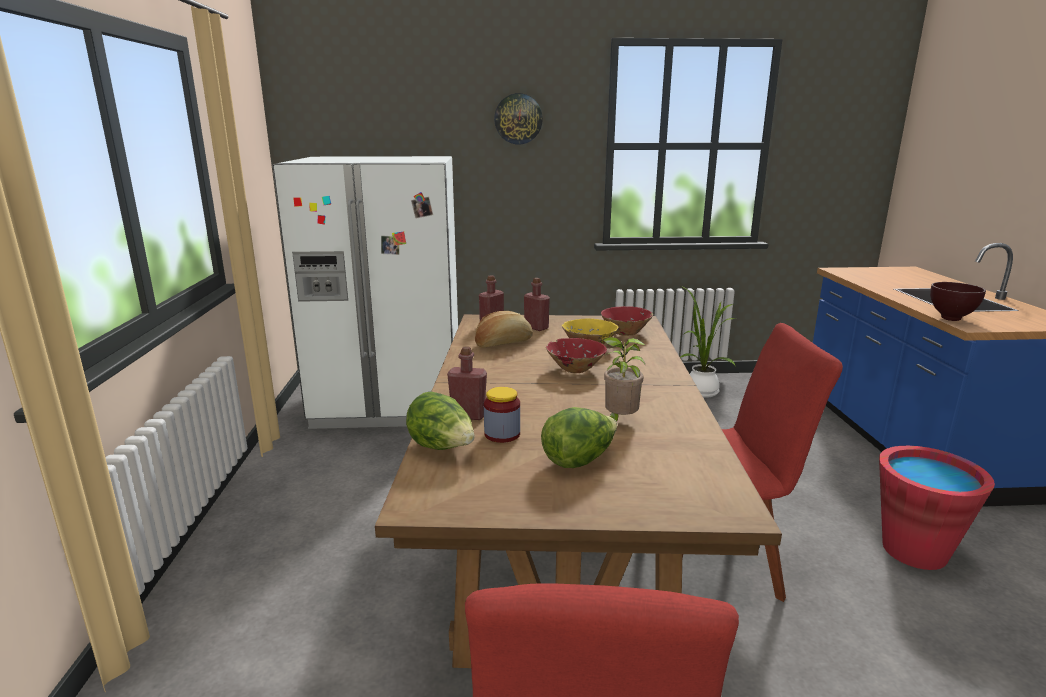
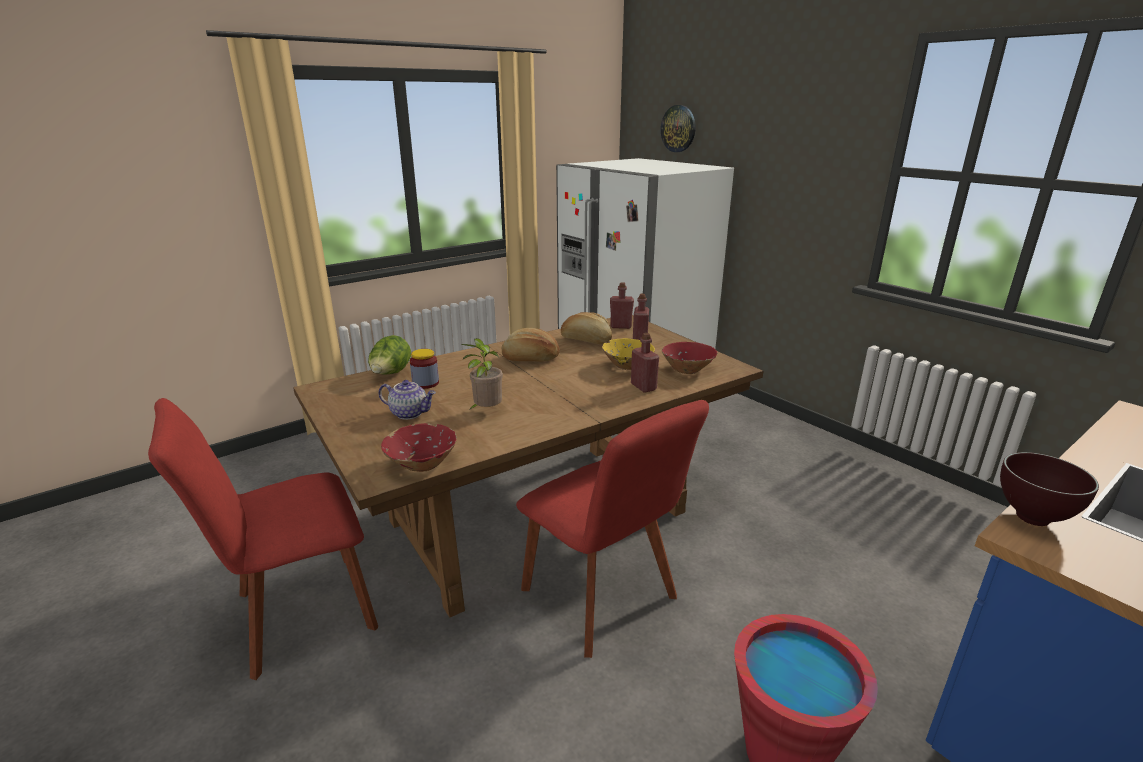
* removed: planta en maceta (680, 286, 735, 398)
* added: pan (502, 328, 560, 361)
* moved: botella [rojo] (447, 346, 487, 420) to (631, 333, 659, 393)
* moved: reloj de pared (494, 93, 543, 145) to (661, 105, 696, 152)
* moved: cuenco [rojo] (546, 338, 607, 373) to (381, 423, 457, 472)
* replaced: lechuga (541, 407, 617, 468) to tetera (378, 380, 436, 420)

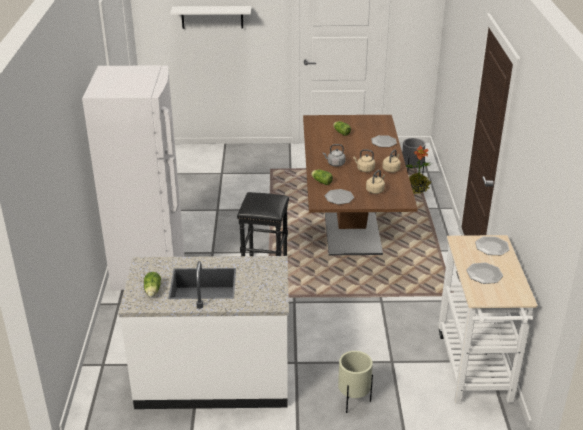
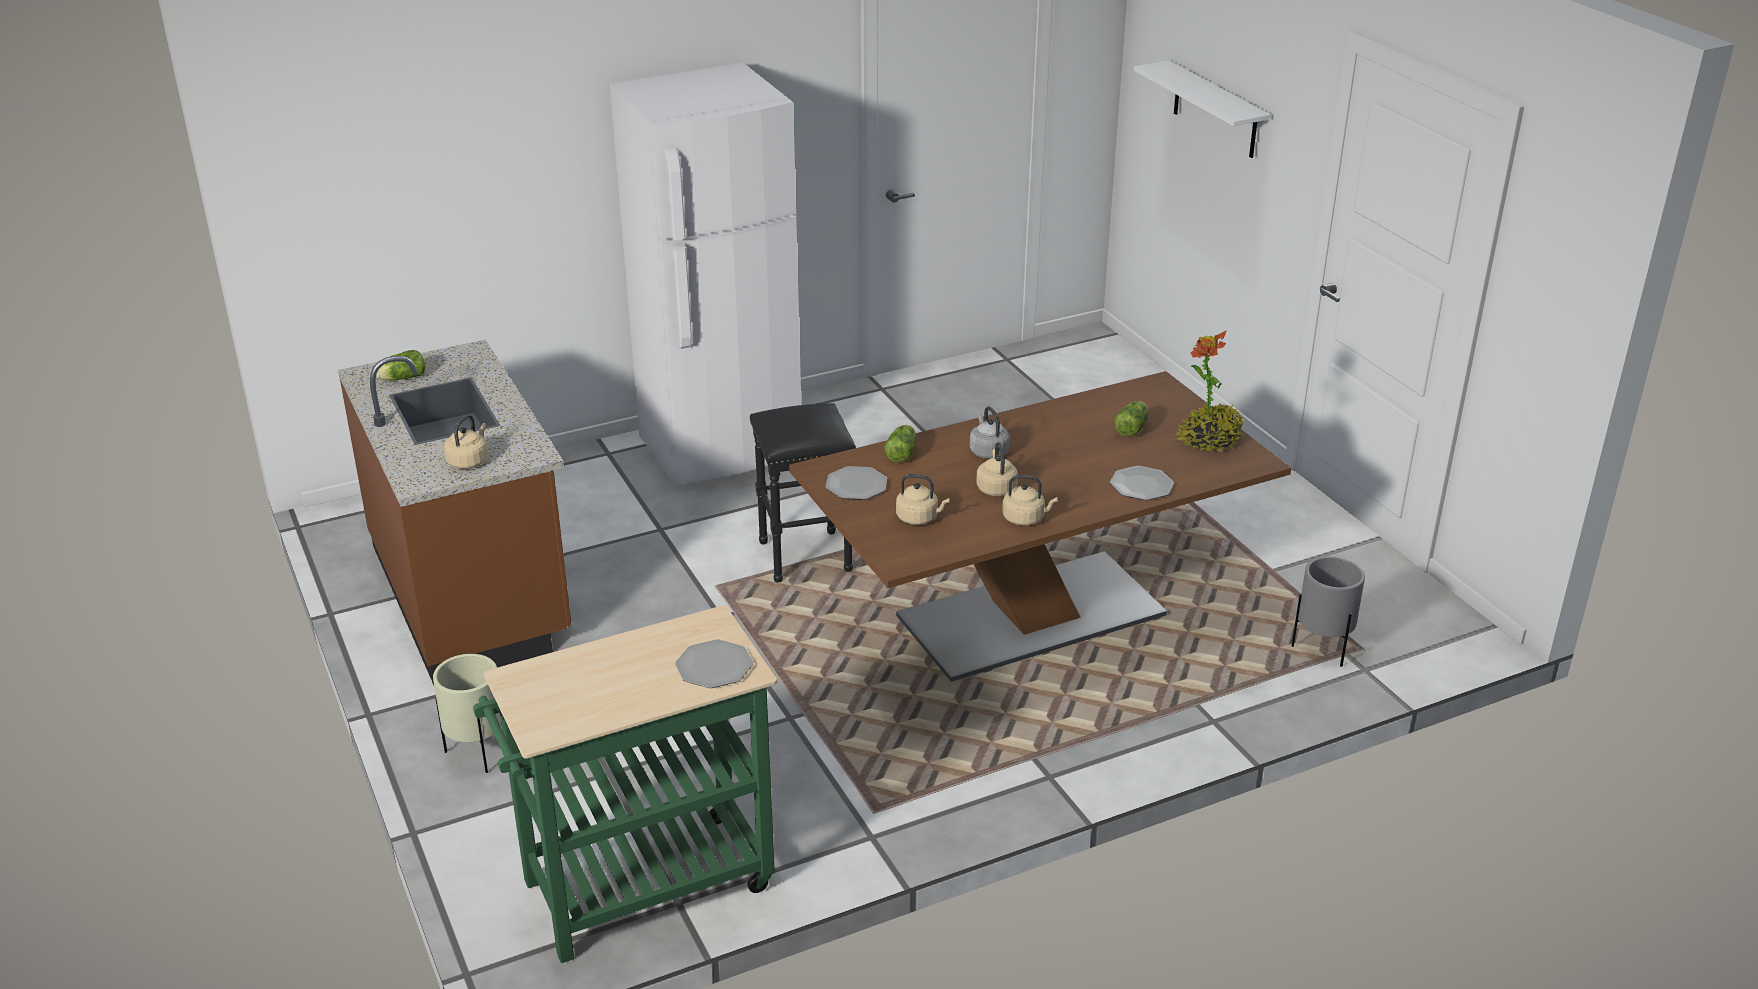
* removed: plato (466, 263, 503, 284)
* added: hervidor [beis] (444, 415, 488, 469)
* moved: planta en maceta (406, 146, 432, 194) to (1175, 330, 1244, 452)
* recoloured: mueble bajo de cocina [blanco] (118, 256, 289, 409) to mueble bajo de cocina [marrón] (338, 340, 572, 685)
* recoloured: carrito [blanco] (438, 235, 537, 404) to carrito [verde] (473, 605, 777, 963)

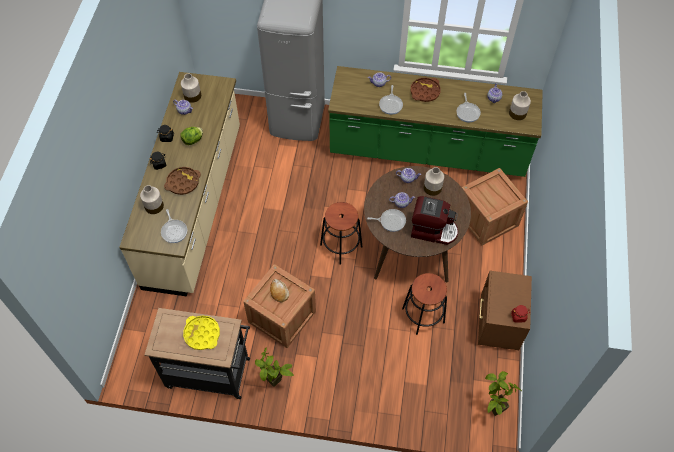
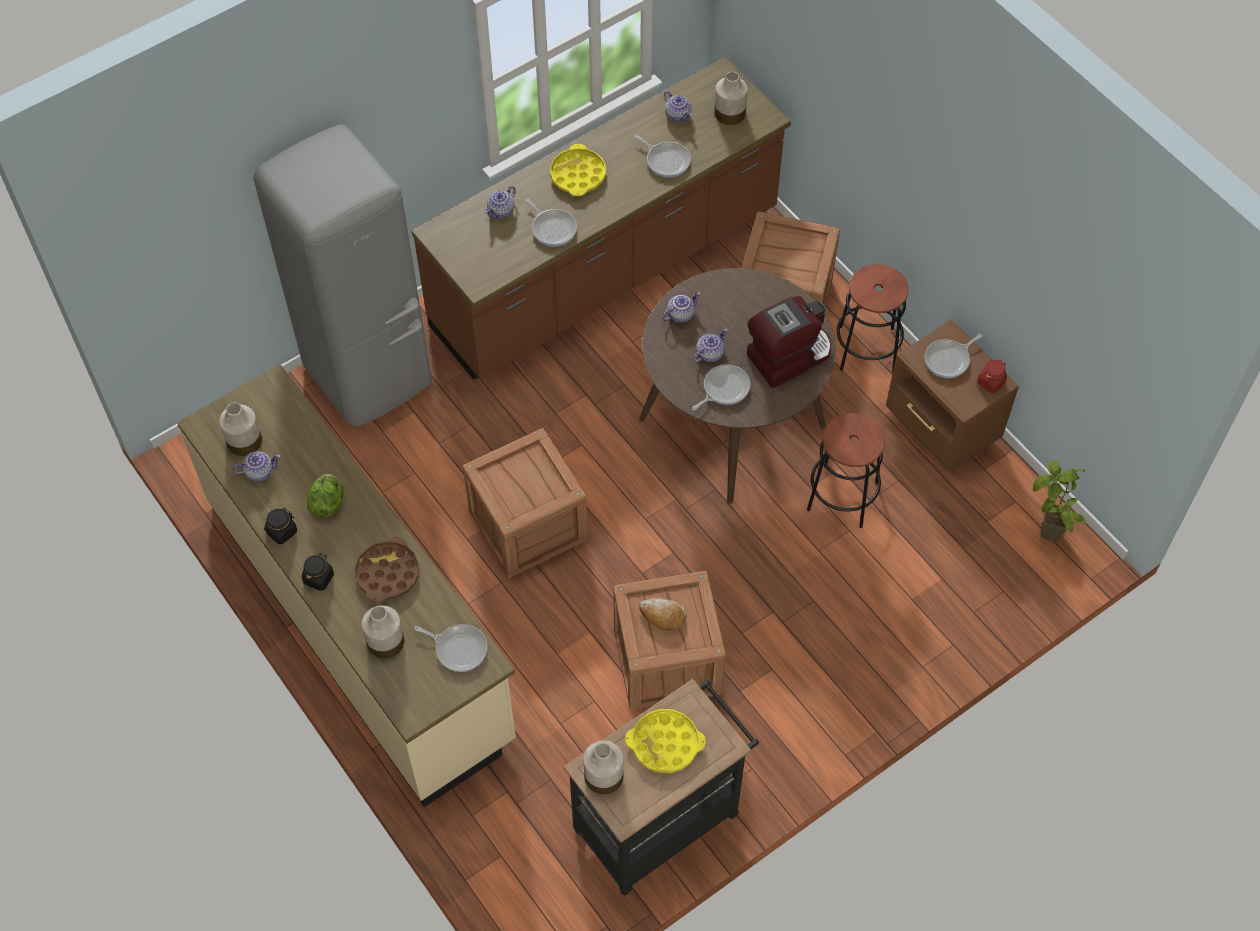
* removed: planta en maceta (255, 347, 294, 387)
* added: caja de embalaje (463, 428, 588, 578)
* added: sartén (925, 334, 983, 378)
* moved: taburete [negro] (320, 202, 362, 265) to (837, 264, 908, 372)
* moved: florero [beis] (424, 167, 444, 196) to (583, 740, 623, 794)
* recoloured: mueble bajo de cocina [verde] (328, 66, 543, 177) to mueble bajo de cocina [marrón] (412, 57, 791, 380)
* recoloured: bandeja [marrón] (411, 78, 441, 102) to bandeja [amarillo] (550, 144, 606, 196)

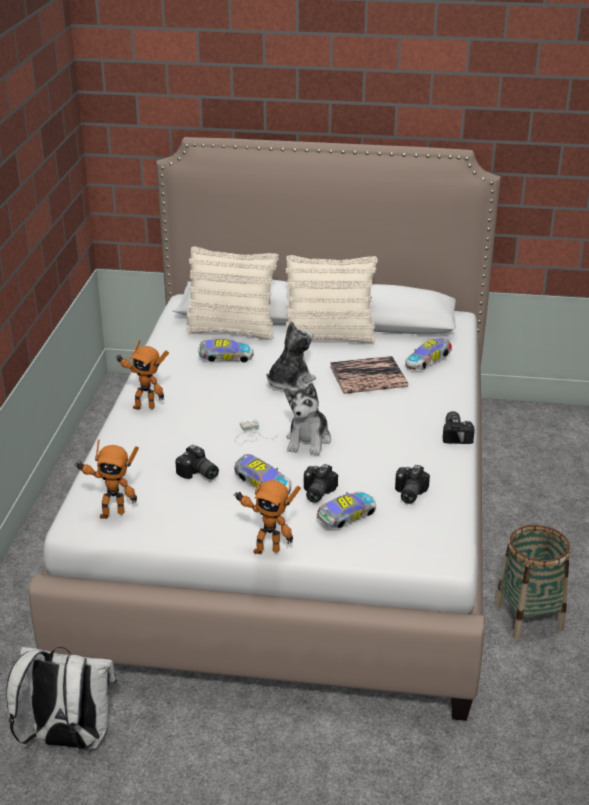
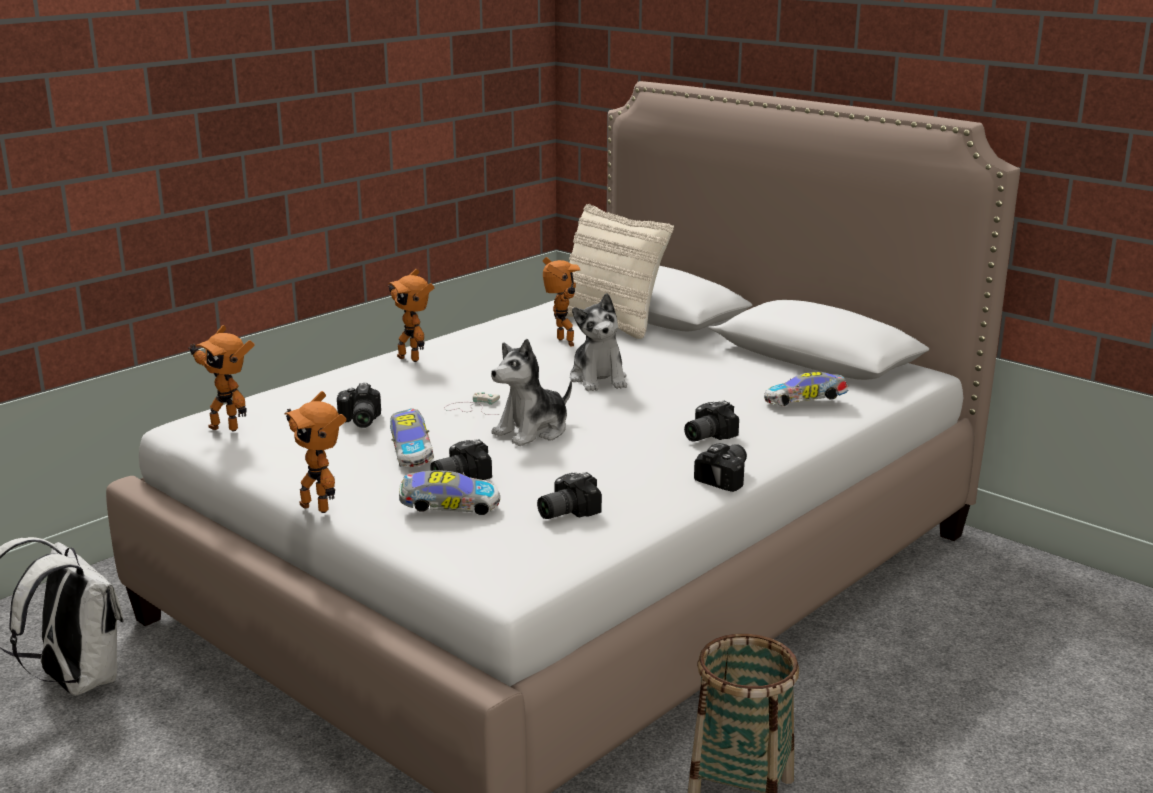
* removed: cojín [beis] (286, 255, 378, 344)
* removed: libro (330, 356, 408, 394)
* added: cámara (684, 401, 739, 442)
* replaced: coche de juguete (198, 339, 254, 363) to robot de juguete (543, 257, 580, 347)
* turned: peluche (267, 321, 316, 391) = (570, 293, 627, 391) 90 degrees clockwise

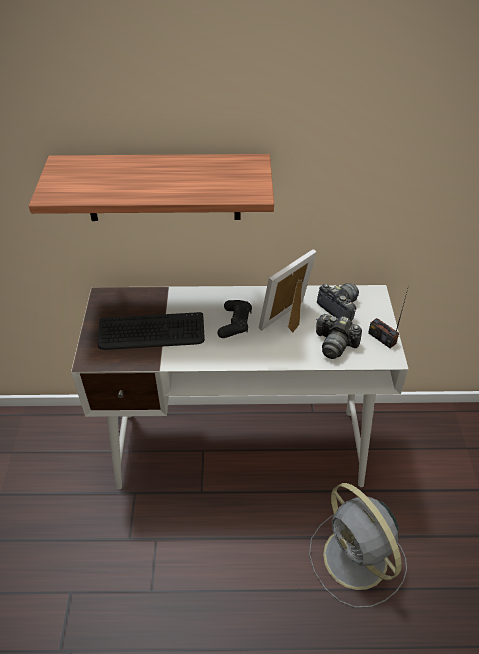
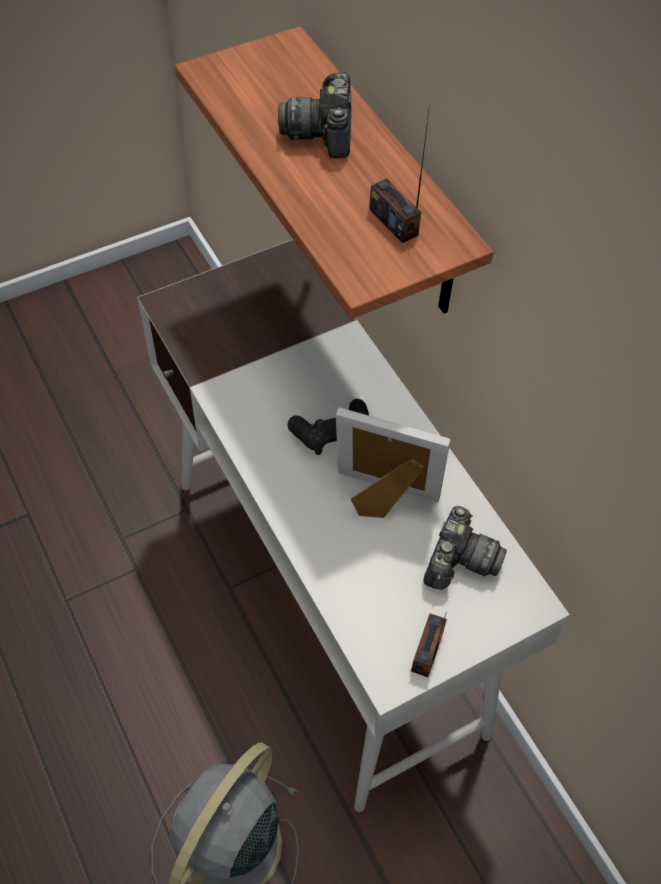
* removed: teclado (97, 312, 205, 350)
* added: radio (369, 104, 430, 243)
* moved: cámara (316, 314, 362, 359) to (278, 72, 351, 158)

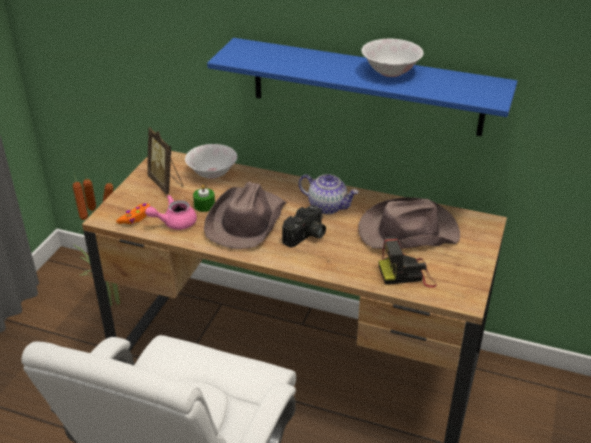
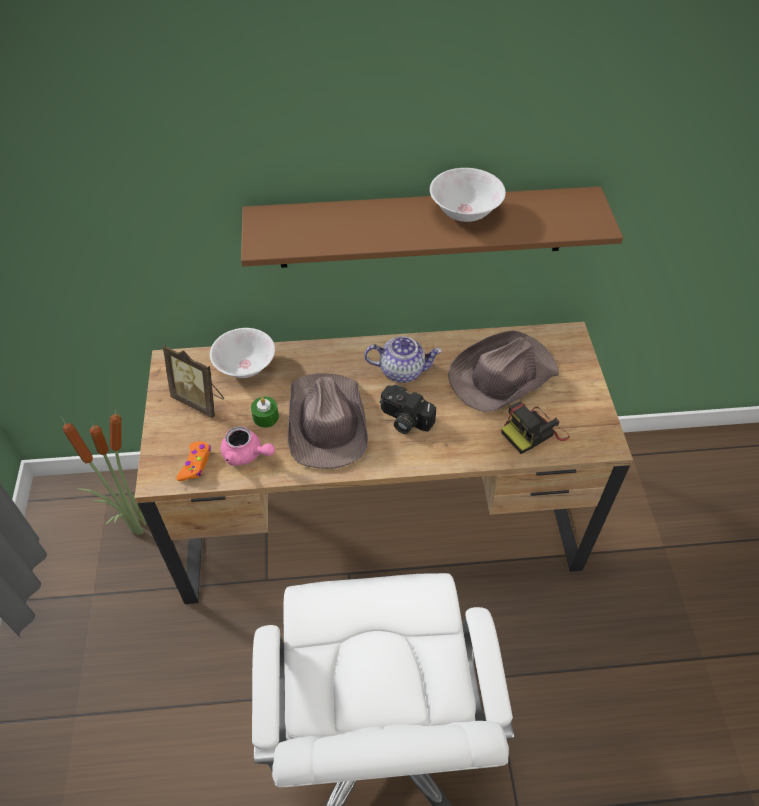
* recoloured: estante [azul] (207, 38, 517, 136) to estante [marrón] (241, 186, 623, 268)
* turned: tetera [rosa] (145, 195, 197, 230) = (221, 426, 275, 466) 105 degrees counterclockwise
* turned: cámara (282, 205, 326, 248) = (380, 385, 436, 434) 105 degrees clockwise

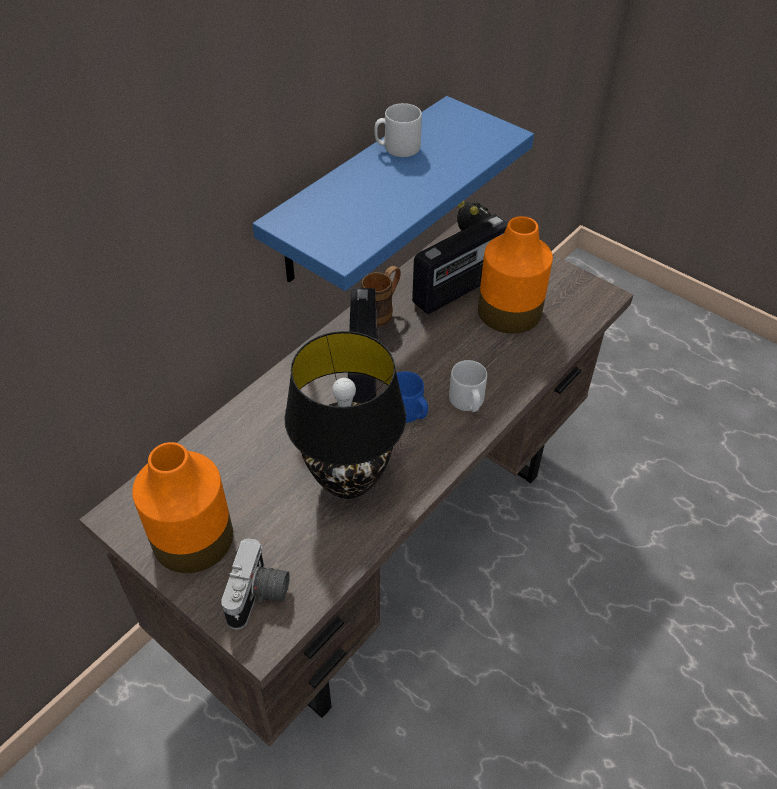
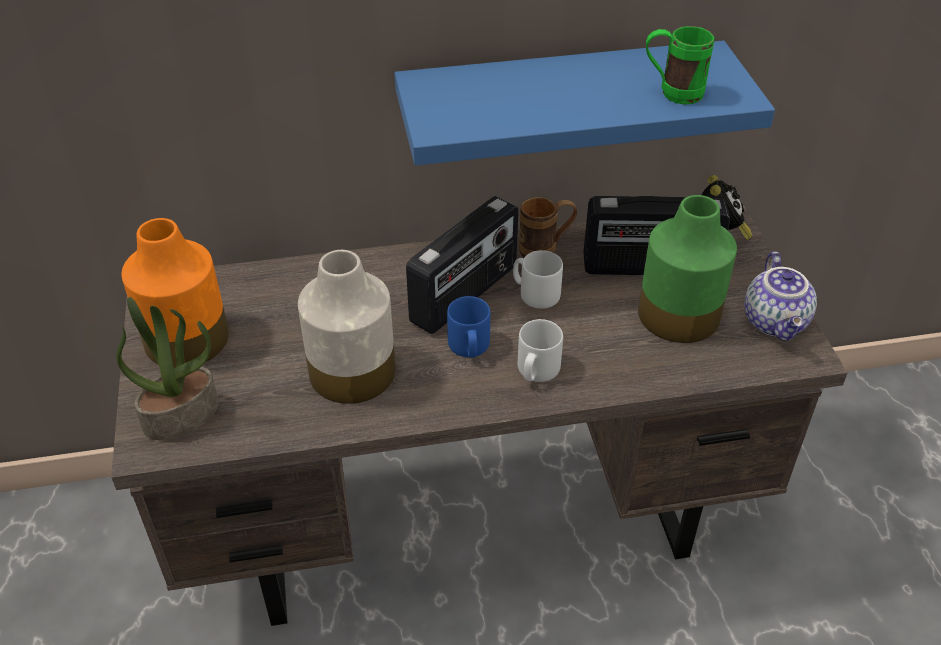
* added: taza grande [verde] (646, 26, 714, 105)
* added: tetera (744, 251, 817, 341)
* moved: taza grande [gris] (374, 103, 422, 157) to (513, 250, 563, 309)
* replaced: cámara (221, 538, 290, 630) to planta en maceta (117, 297, 219, 440)
* replaced: lámpara de mesa [negro] (284, 331, 406, 499) to florero [beis] (298, 250, 396, 404)
* recoloured: florero [naranja] (478, 216, 553, 334) to florero [verde] (638, 195, 737, 343)

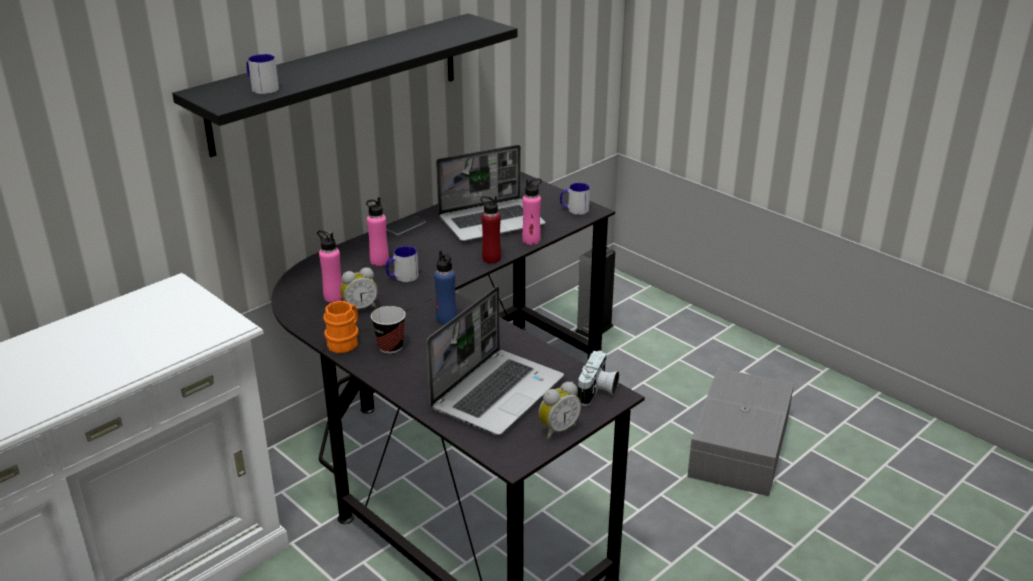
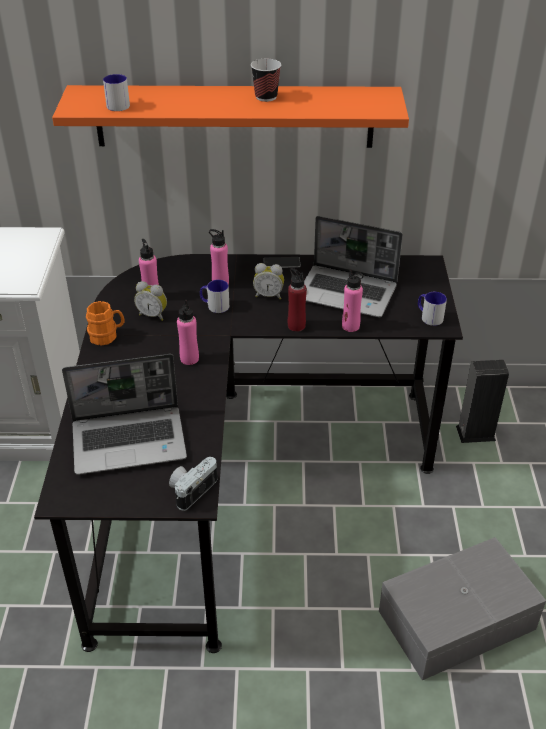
* moved: taza (371, 306, 406, 354) to (251, 59, 281, 102)
* moved: despertador (539, 382, 581, 439) to (253, 263, 284, 299)
* recoloured: estante [negro] (172, 13, 518, 157) to estante [naranja] (52, 85, 409, 148)
* recoloured: botella [azul] (434, 251, 457, 325) to botella [rosa] (177, 300, 199, 365)
* turned: cámara (578, 351, 619, 406) = (169, 457, 217, 511) 150 degrees clockwise

